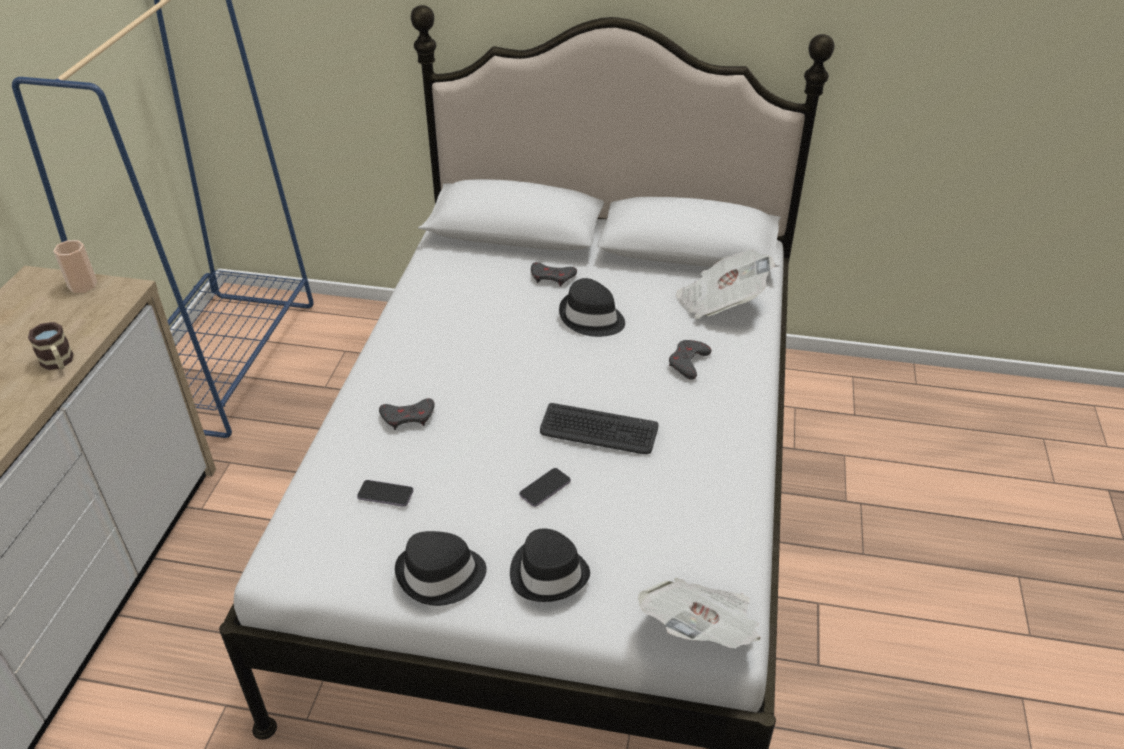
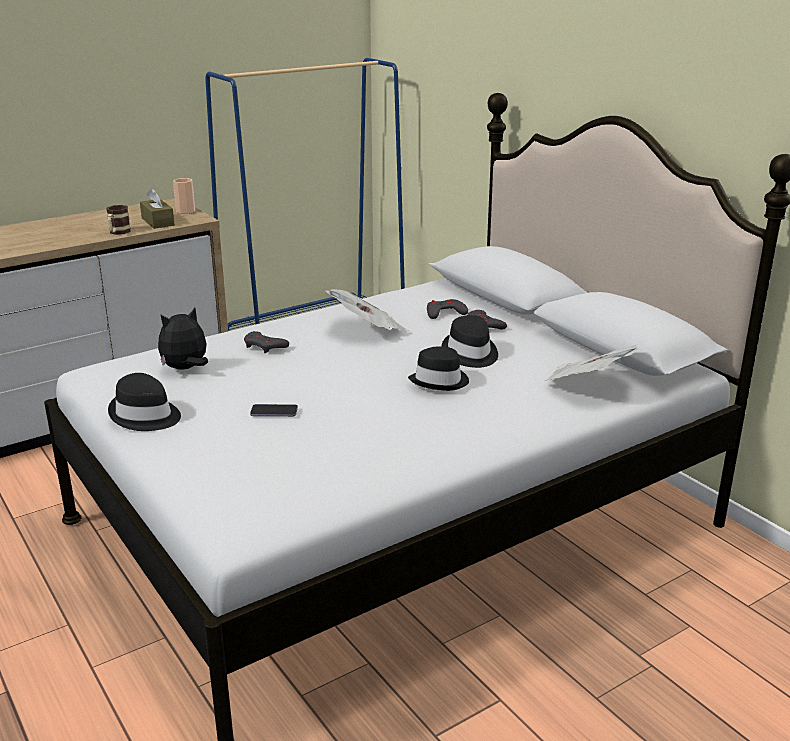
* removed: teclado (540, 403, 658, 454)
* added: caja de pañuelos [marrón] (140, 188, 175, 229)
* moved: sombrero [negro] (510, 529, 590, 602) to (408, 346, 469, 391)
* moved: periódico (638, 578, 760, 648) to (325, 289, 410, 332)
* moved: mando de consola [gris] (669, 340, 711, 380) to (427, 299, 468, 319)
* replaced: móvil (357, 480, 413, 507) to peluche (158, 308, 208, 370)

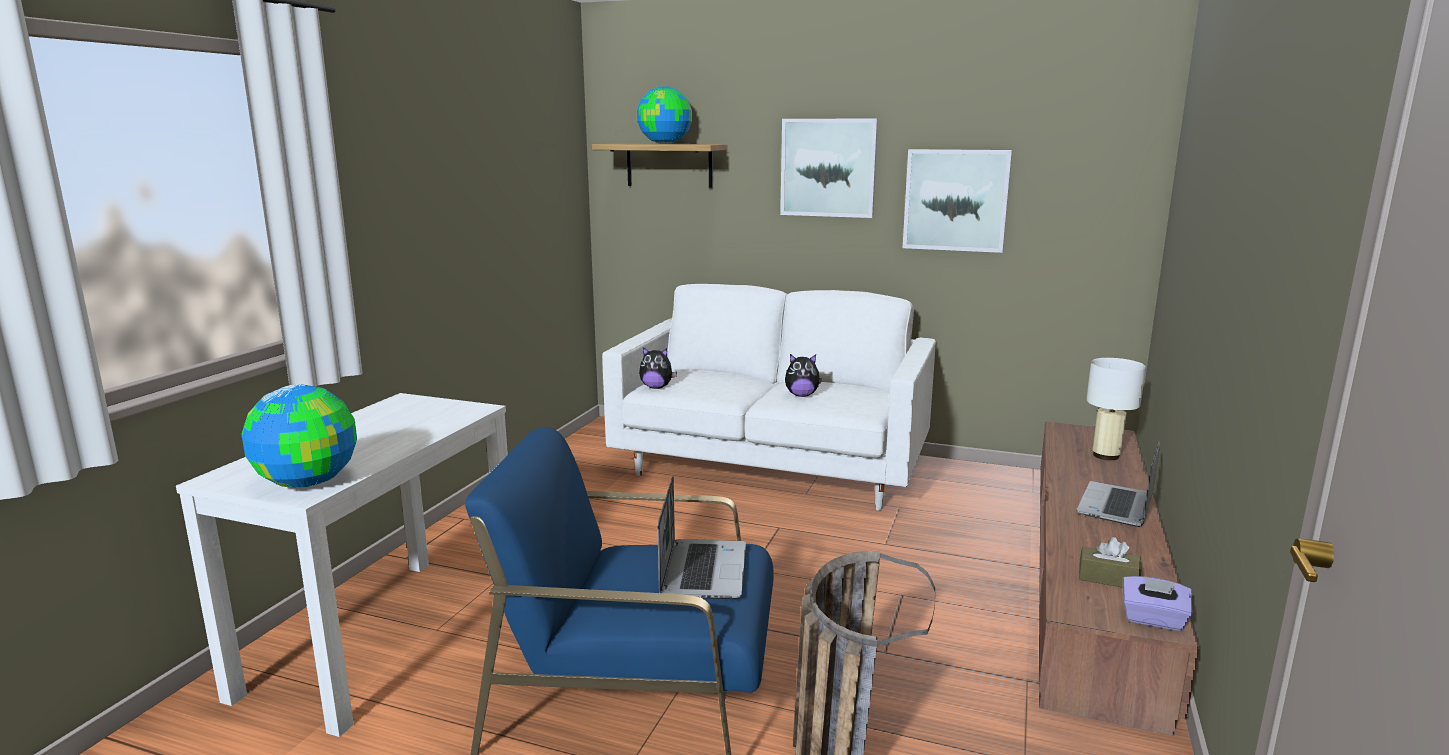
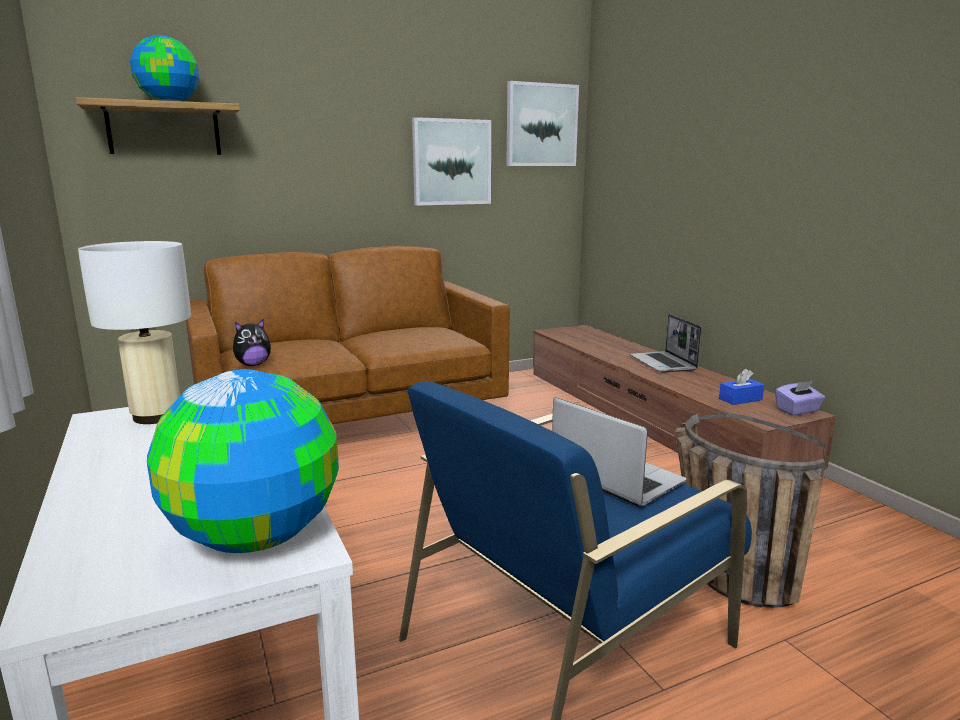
* removed: peluche (785, 354, 822, 397)
* moved: cuadro (780, 118, 878, 218) to (506, 81, 579, 166)
* moved: lámpara de mesa [blanco] (1087, 358, 1146, 460) to (78, 241, 191, 424)
* recoloured: sofá [blanco] (602, 284, 936, 511) to sofá [marrón] (186, 246, 510, 424)
* recoloured: caja de pañuelos [marrón] (1079, 537, 1142, 588) to caja de pañuelos [azul] (719, 369, 764, 405)

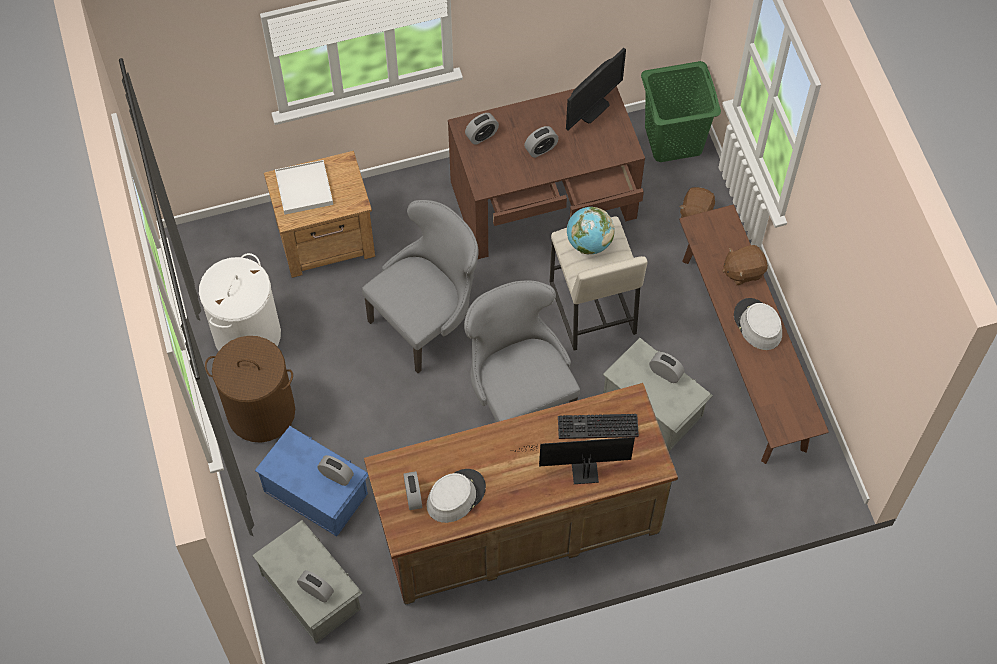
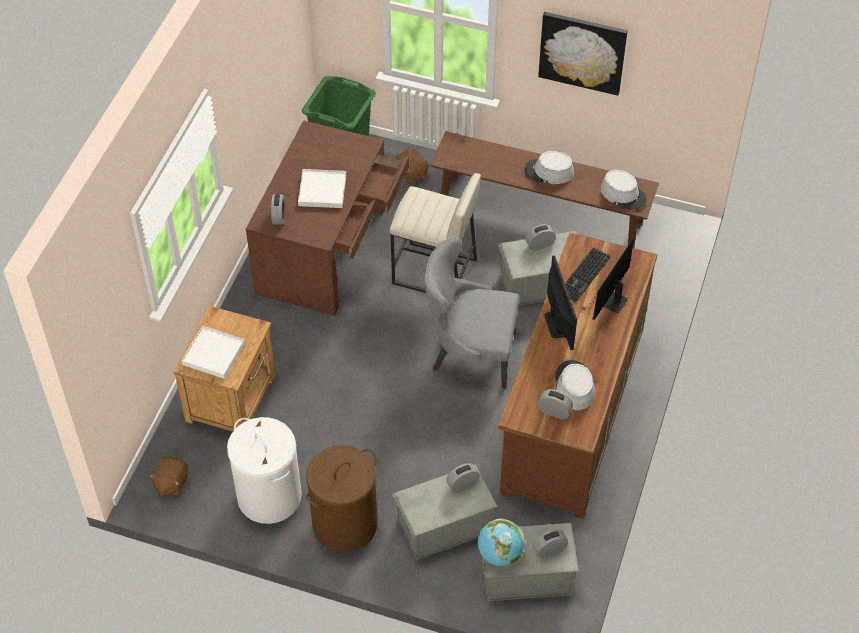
* removed: silla [gris] (362, 200, 479, 373)
* added: cuadro (538, 12, 628, 96)
* added: sombrero [gris] (600, 170, 647, 210)
* moved: monitor (566, 48, 626, 130) to (544, 256, 577, 350)
* moved: globo terráqueo (567, 207, 615, 254) to (478, 518, 524, 566)
* moved: peluche [marrón] (722, 245, 768, 285) to (149, 456, 188, 496)
* replaced: despertador (524, 126, 558, 158) to bandeja [blanco] (298, 169, 346, 208)
* recoloured: caja de almacenaje [azul] (255, 426, 368, 536) to caja de almacenaje [gris] (392, 465, 498, 560)

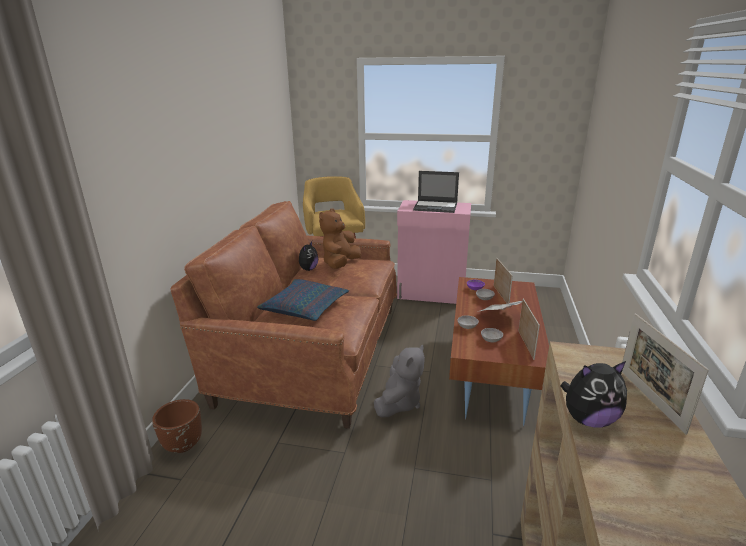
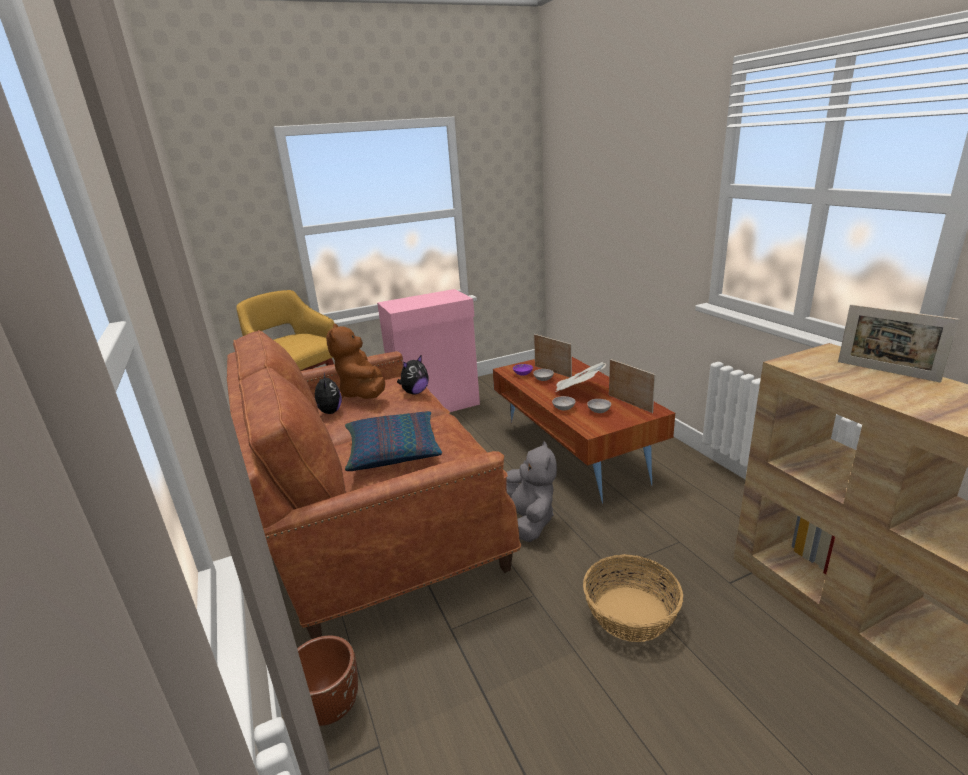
* removed: portátil (413, 171, 459, 213)
* added: cesta (583, 554, 683, 642)
* moved: peluche (560, 361, 627, 427) to (397, 356, 429, 395)

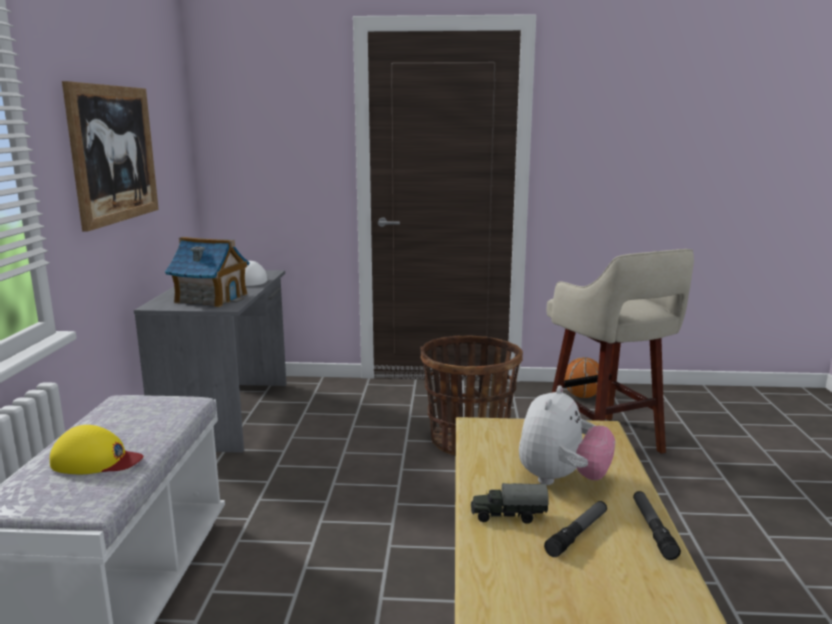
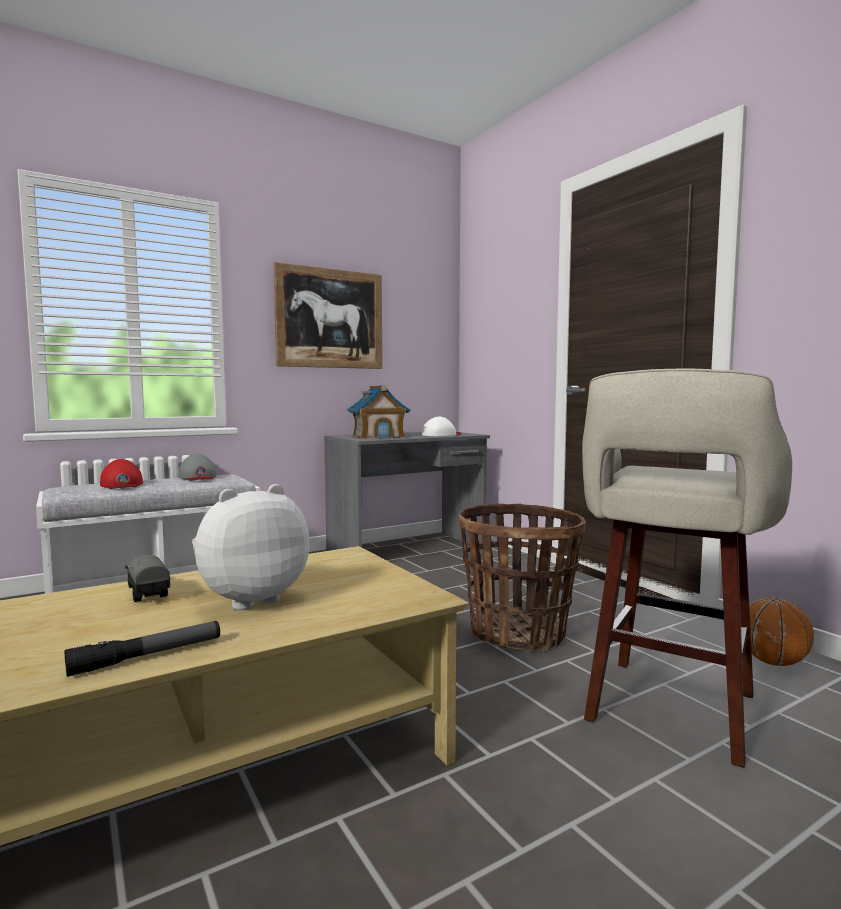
* removed: linterna (544, 501, 607, 557)
* added: gorra [gris] (179, 454, 217, 481)
* recoloured: gorra [amarillo] (50, 425, 143, 474) to gorra [rojo] (100, 459, 143, 489)
* turned: peluche (519, 385, 615, 485) = (192, 484, 309, 610) 150 degrees clockwise

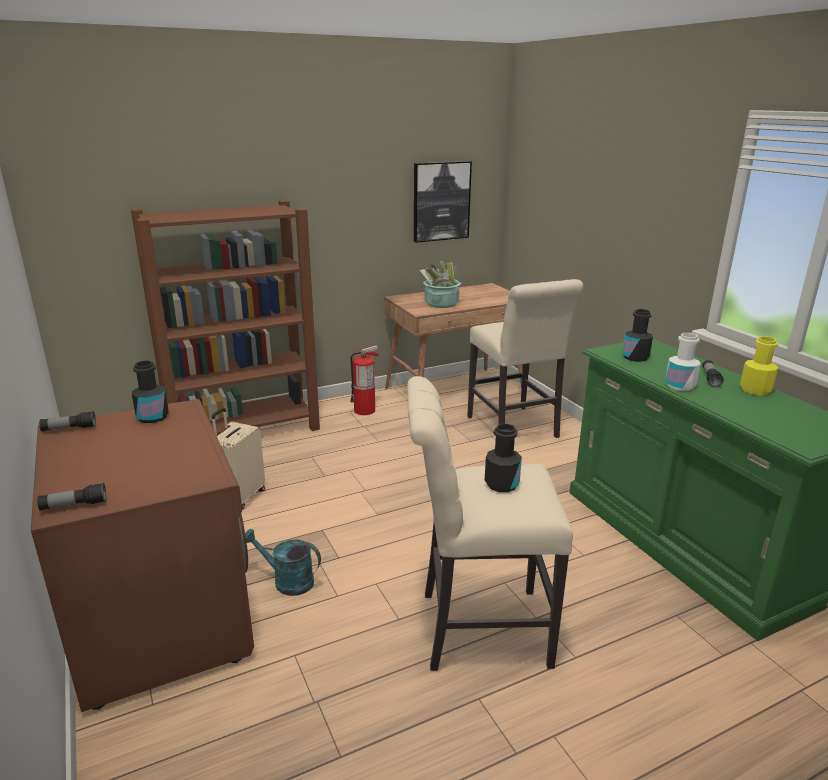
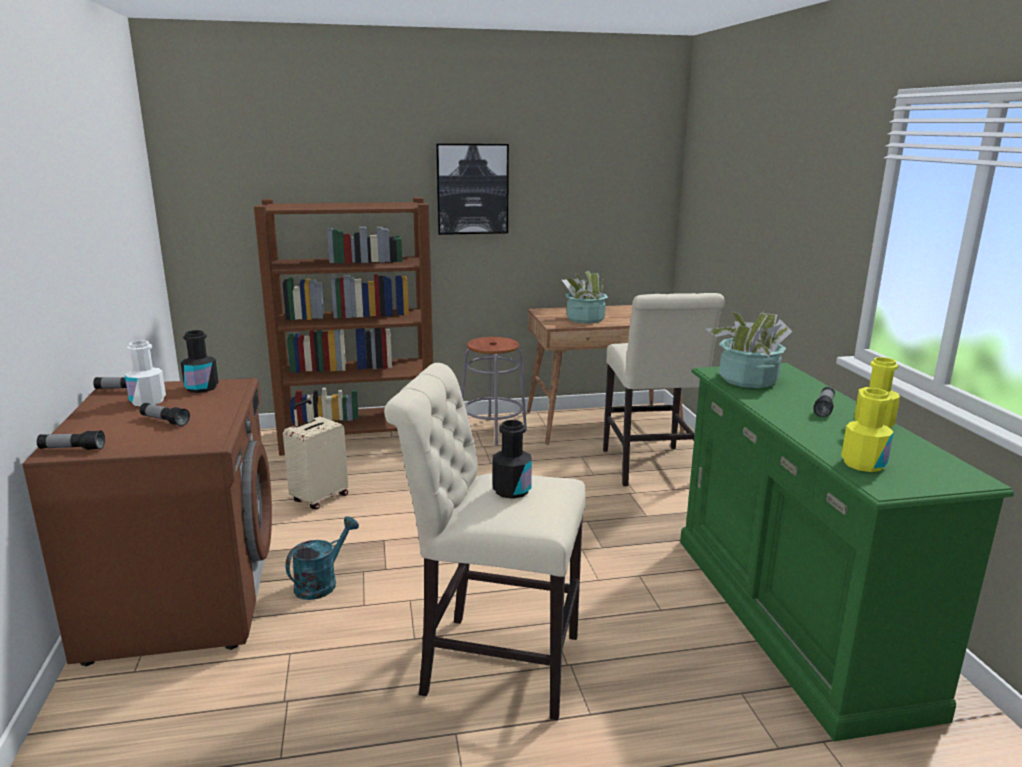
* added: linterna (140, 403, 190, 426)
* added: botella [amarillo] (841, 388, 894, 472)
* moved: cuadro (414, 161, 472, 243) to (436, 144, 509, 235)
* moved: botella [blanco] (665, 333, 701, 391) to (125, 340, 166, 406)
* replaced: extintor (350, 345, 379, 415) to taburete [gris] (462, 337, 527, 446)
* replaced: botella [negro] (622, 309, 653, 362) to planta en maceta (706, 311, 793, 388)
* turned: regadera [turquesa] (245, 529, 321, 596) = (285, 516, 359, 600) 90 degrees clockwise

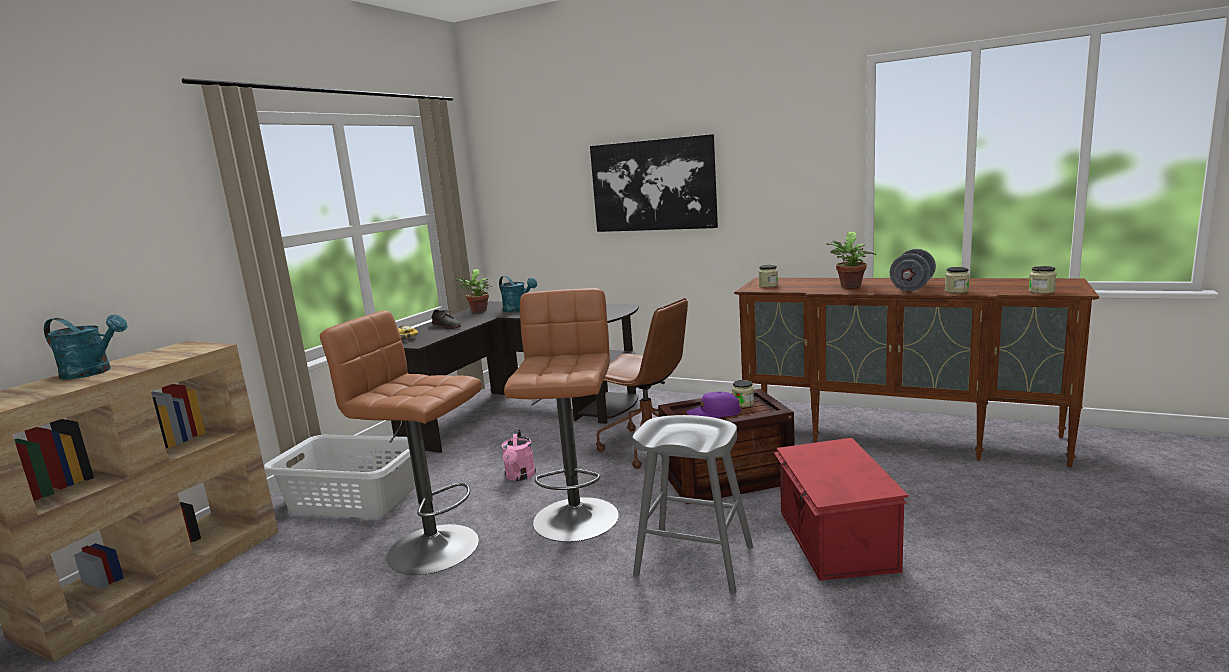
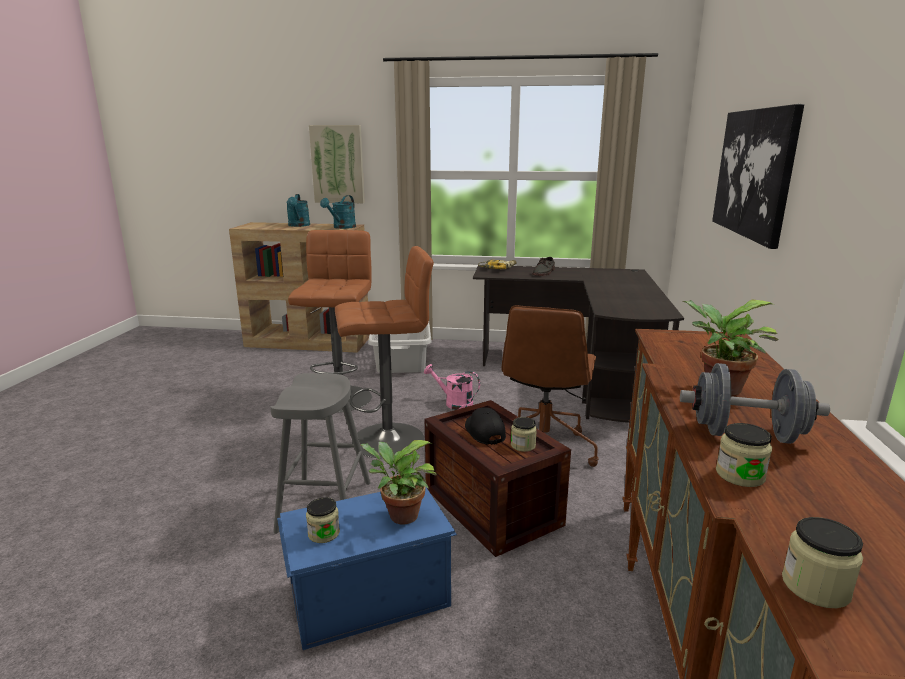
* added: cuadro (309, 125, 365, 203)
* moved: planta en maceta (456, 269, 493, 313) to (360, 440, 437, 525)
* moved: regadera [turquesa] (499, 276, 537, 312) to (320, 195, 356, 229)
* moved: tarro (759, 265, 778, 287) to (306, 498, 340, 543)
* recoloured: gorra [morado] (687, 392, 741, 418) to gorra [negro] (465, 407, 506, 445)
* recoloured: caja de almacenaje [rojo] (774, 438, 908, 580) to caja de almacenaje [azul] (277, 488, 457, 650)
* turned: regadera [rosa] (501, 428, 536, 481) = (424, 364, 480, 410) 45 degrees clockwise

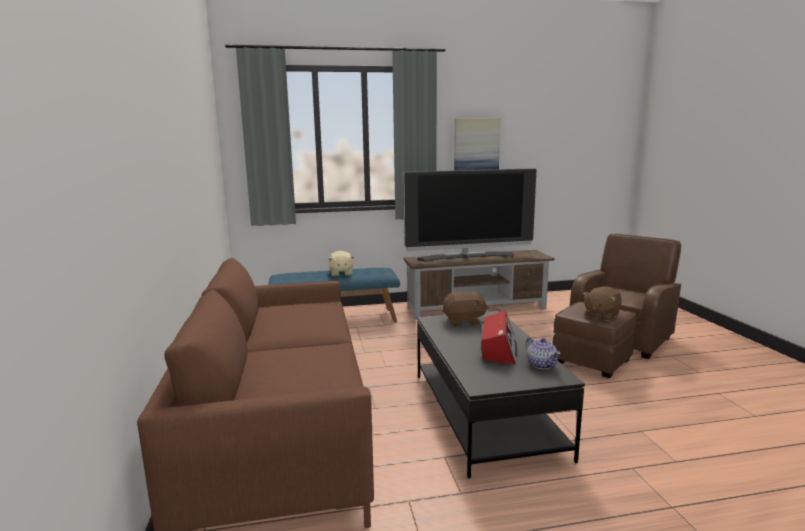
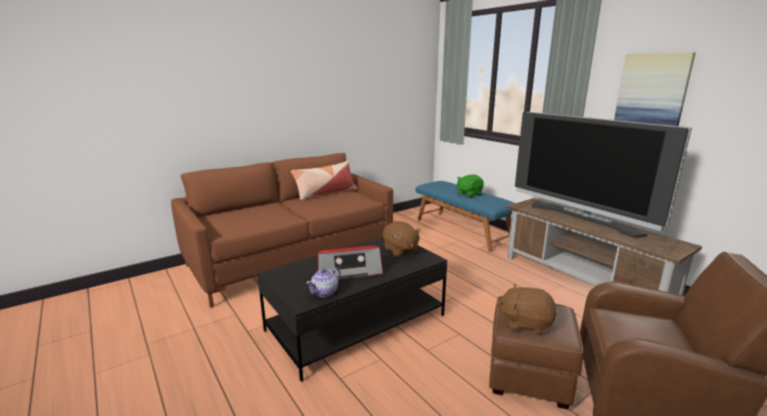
* added: cojín (291, 161, 357, 200)
* recoloured: peluche [beis] (328, 251, 355, 277) to peluche [verde] (457, 174, 484, 197)

